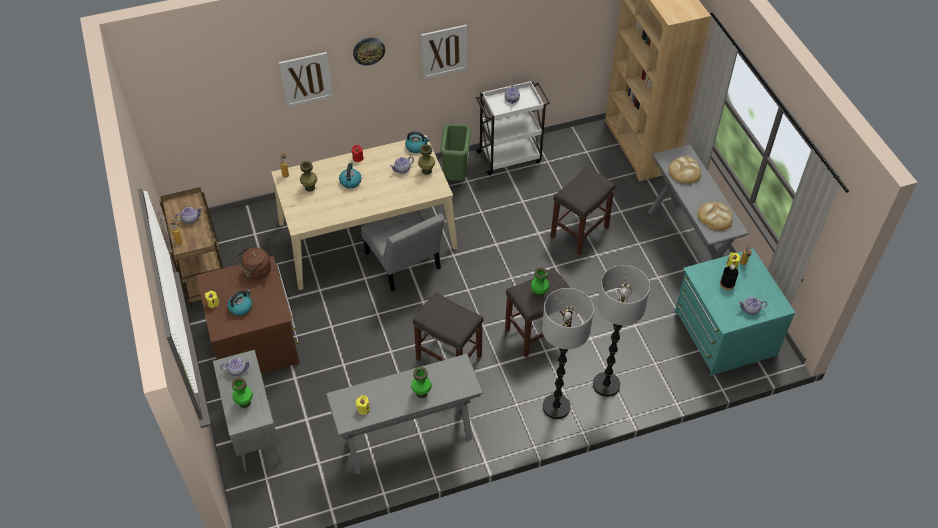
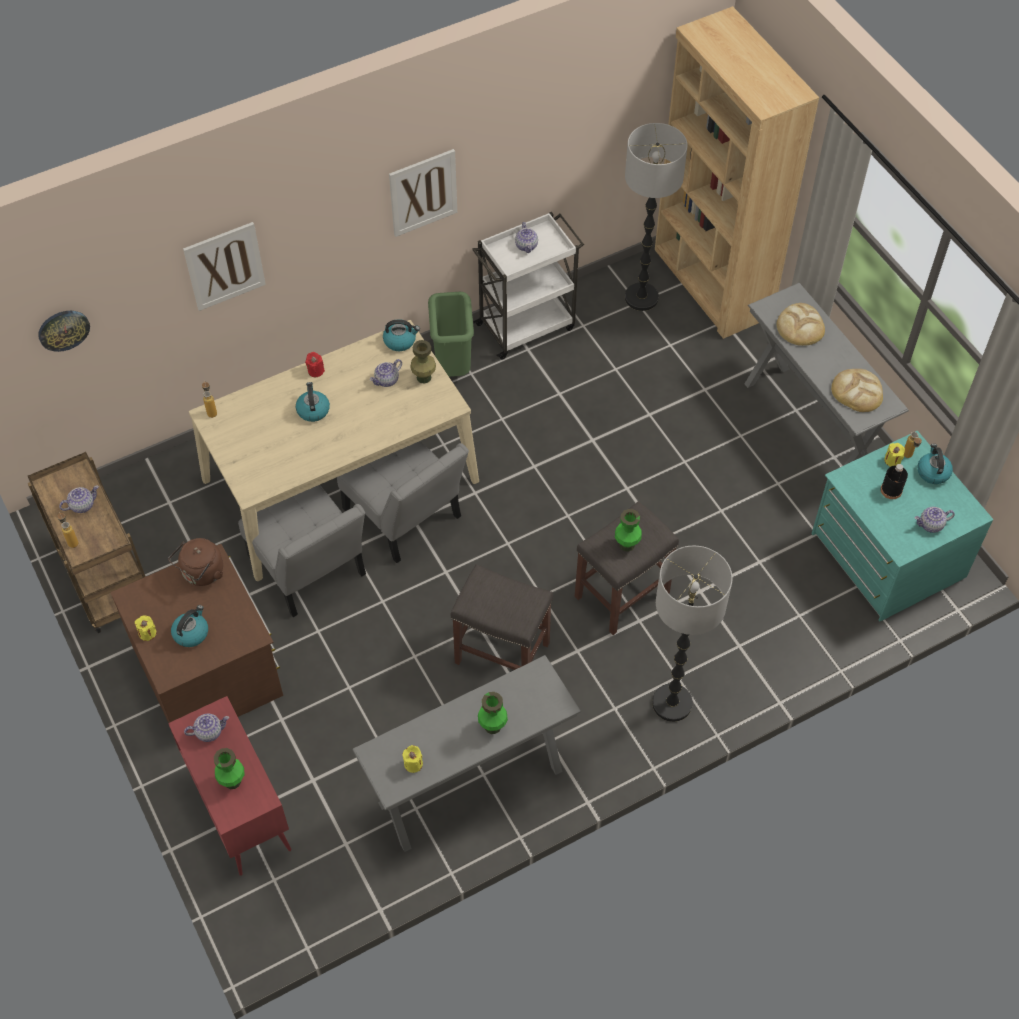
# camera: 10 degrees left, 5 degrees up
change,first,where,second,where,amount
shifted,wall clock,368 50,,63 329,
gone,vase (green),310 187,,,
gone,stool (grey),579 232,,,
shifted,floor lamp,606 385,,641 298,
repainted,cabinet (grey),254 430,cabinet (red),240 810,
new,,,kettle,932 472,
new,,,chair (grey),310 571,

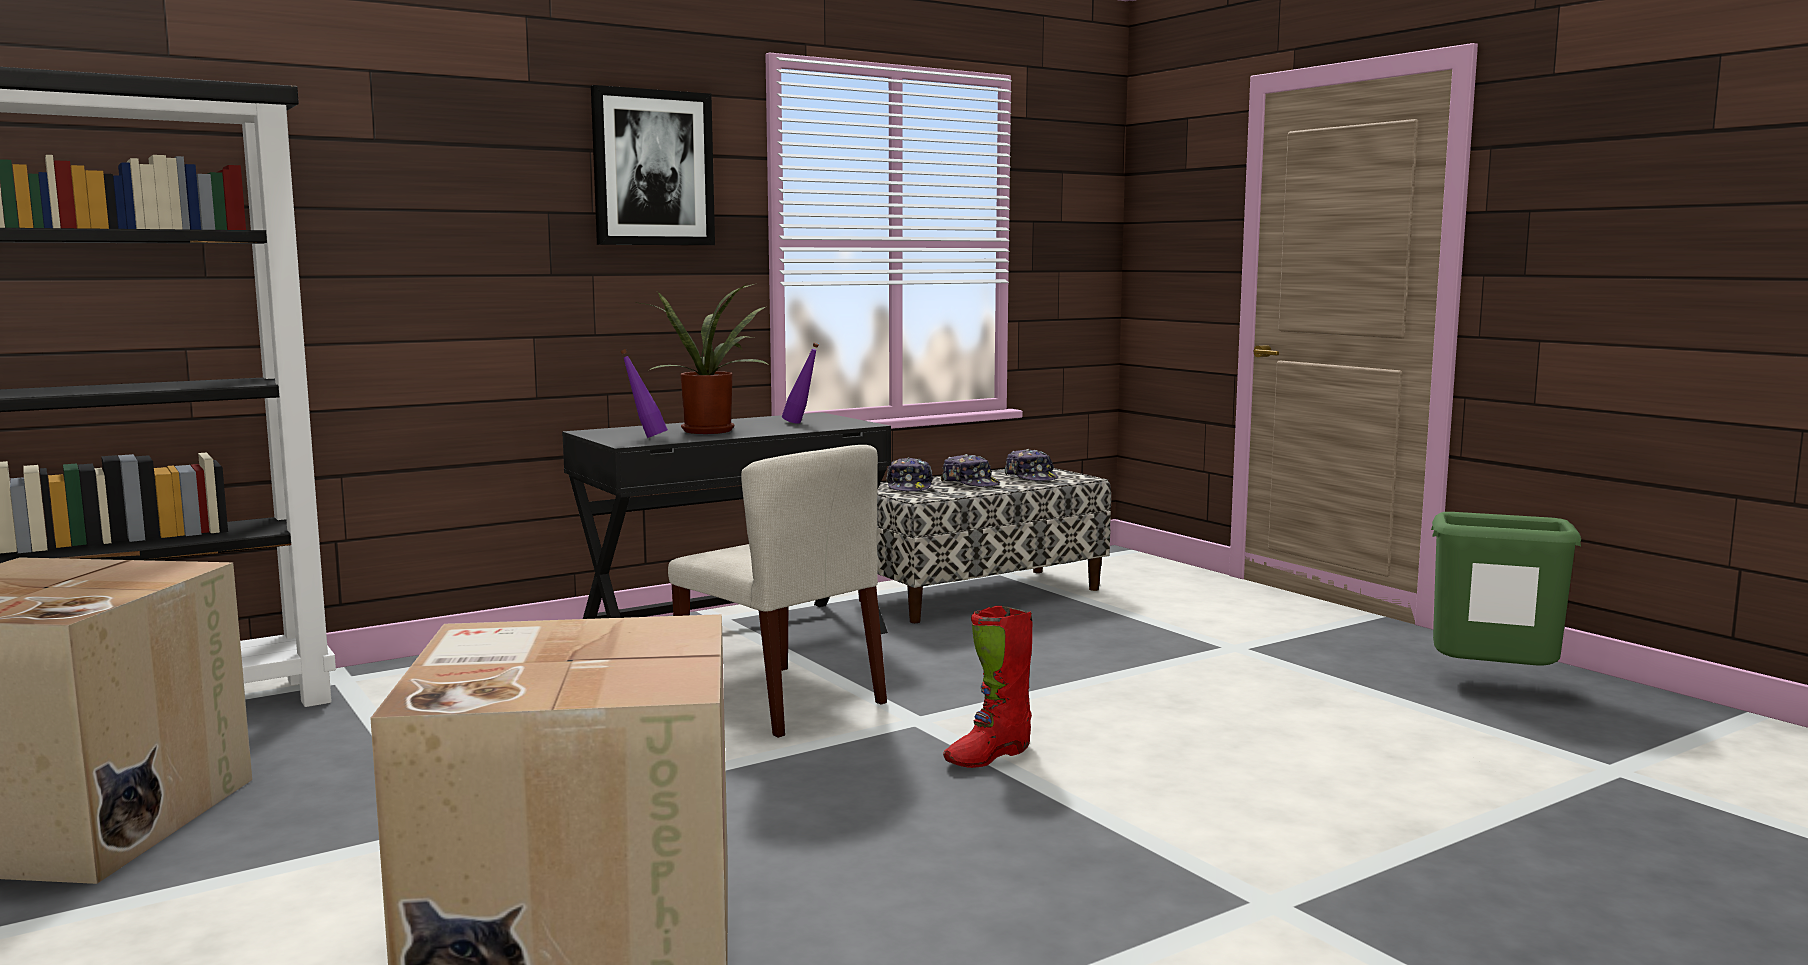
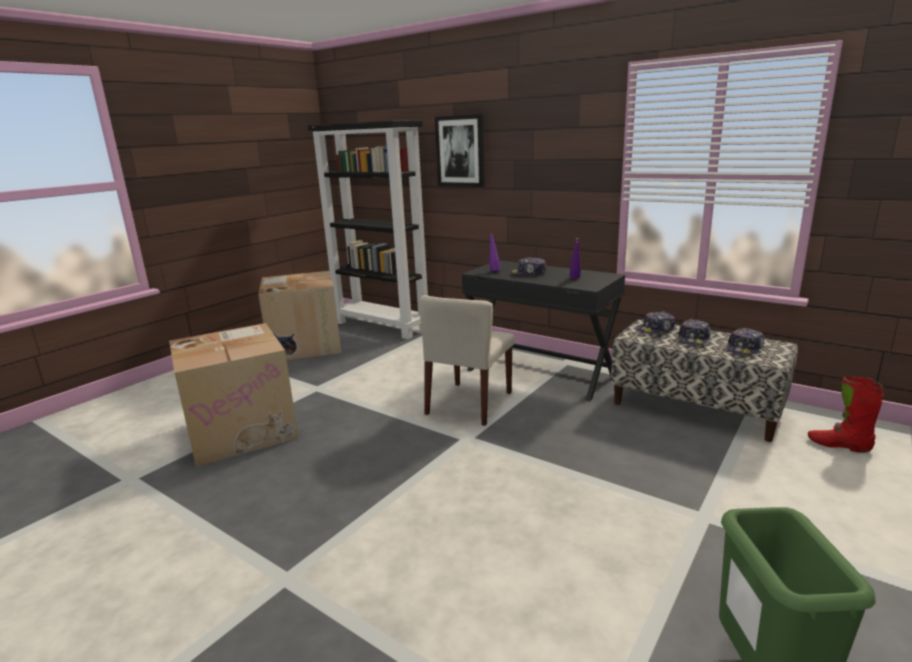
# camera: 70 degrees right, 10 degrees up
change,first,where,second,where,amount
shifted,picture,653 168,,460 151,
swapped,potted plant,710 430,cap,528 273,
shifted,boot (red),988 756,,838 445,

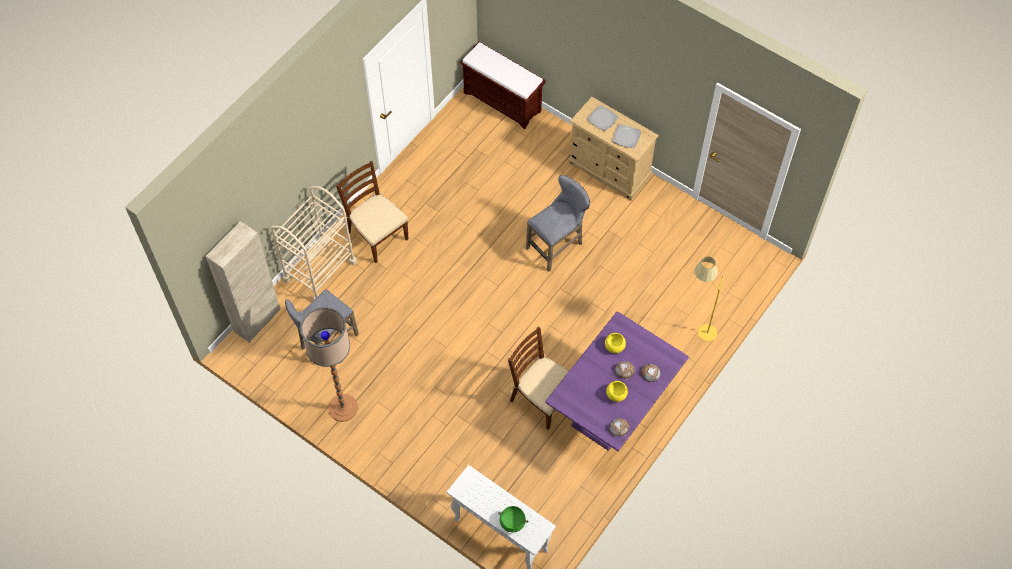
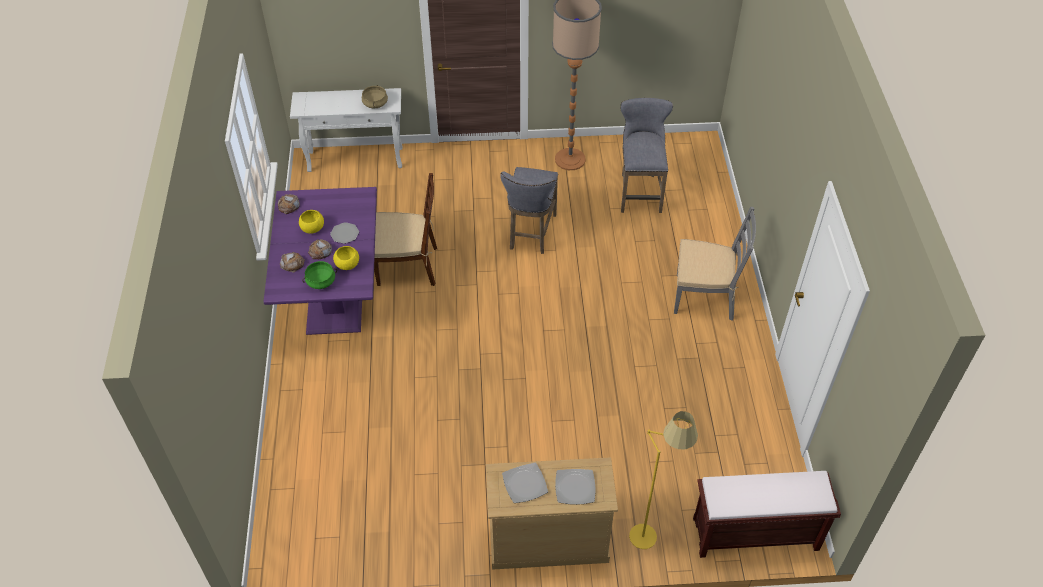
# camera: 140 degrees right, 10 degrees down
change,first,where,second,where,amount
repainted,chair (brown),377 235,chair (grey),705 296,
shifted,stool (grey),557 245,,530 234,
gone,cart (beige),320 270,,,
gone,cabinet (beige),257 320,,,
shifted,floor lamp (yellow),698 332,,652 529,
shifted,cooking pot (green),512 521,,321 281,
new,,,cooking pot (beige),375 103,
new,,,plate,344 233,

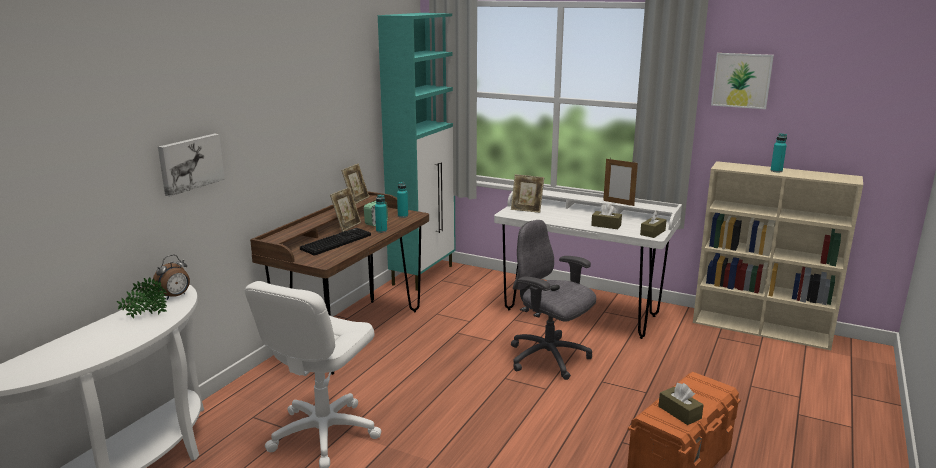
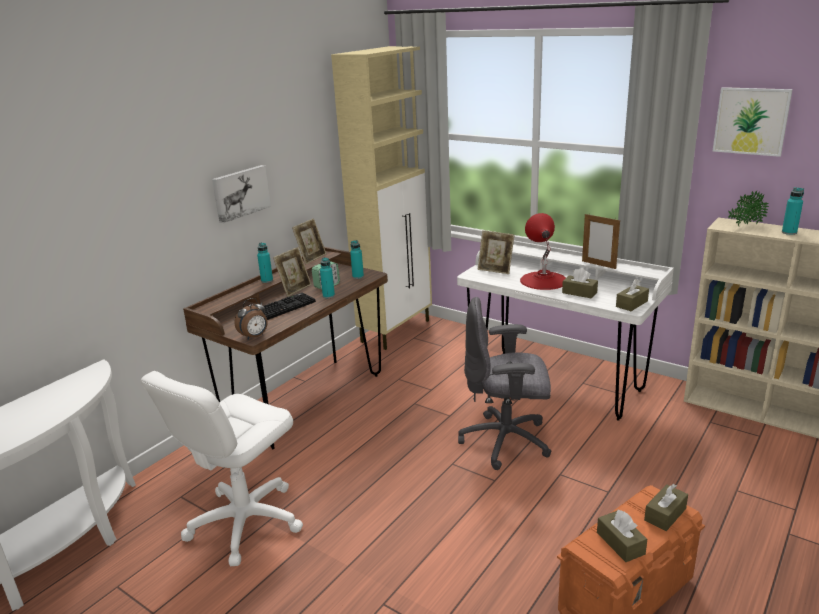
# camera: 10 degrees right, 5 degrees up
change,first,where,second,where,amount
repainted,cabinet (turquoise),423 275,cabinet (beige),396 331,
shifted,picture,190 163,,240 193,
rotated,office chair (grey),549 359,,507 441,45 degrees counterclockwise
shifted,alarm clock,175 296,,254 336,
shifted,potted plant,145 316,,744 225,
new,,,table lamp (red),543 280,
new,,,bottle (turquoise),267 280,
new,,,tissue box (brown),665 514,

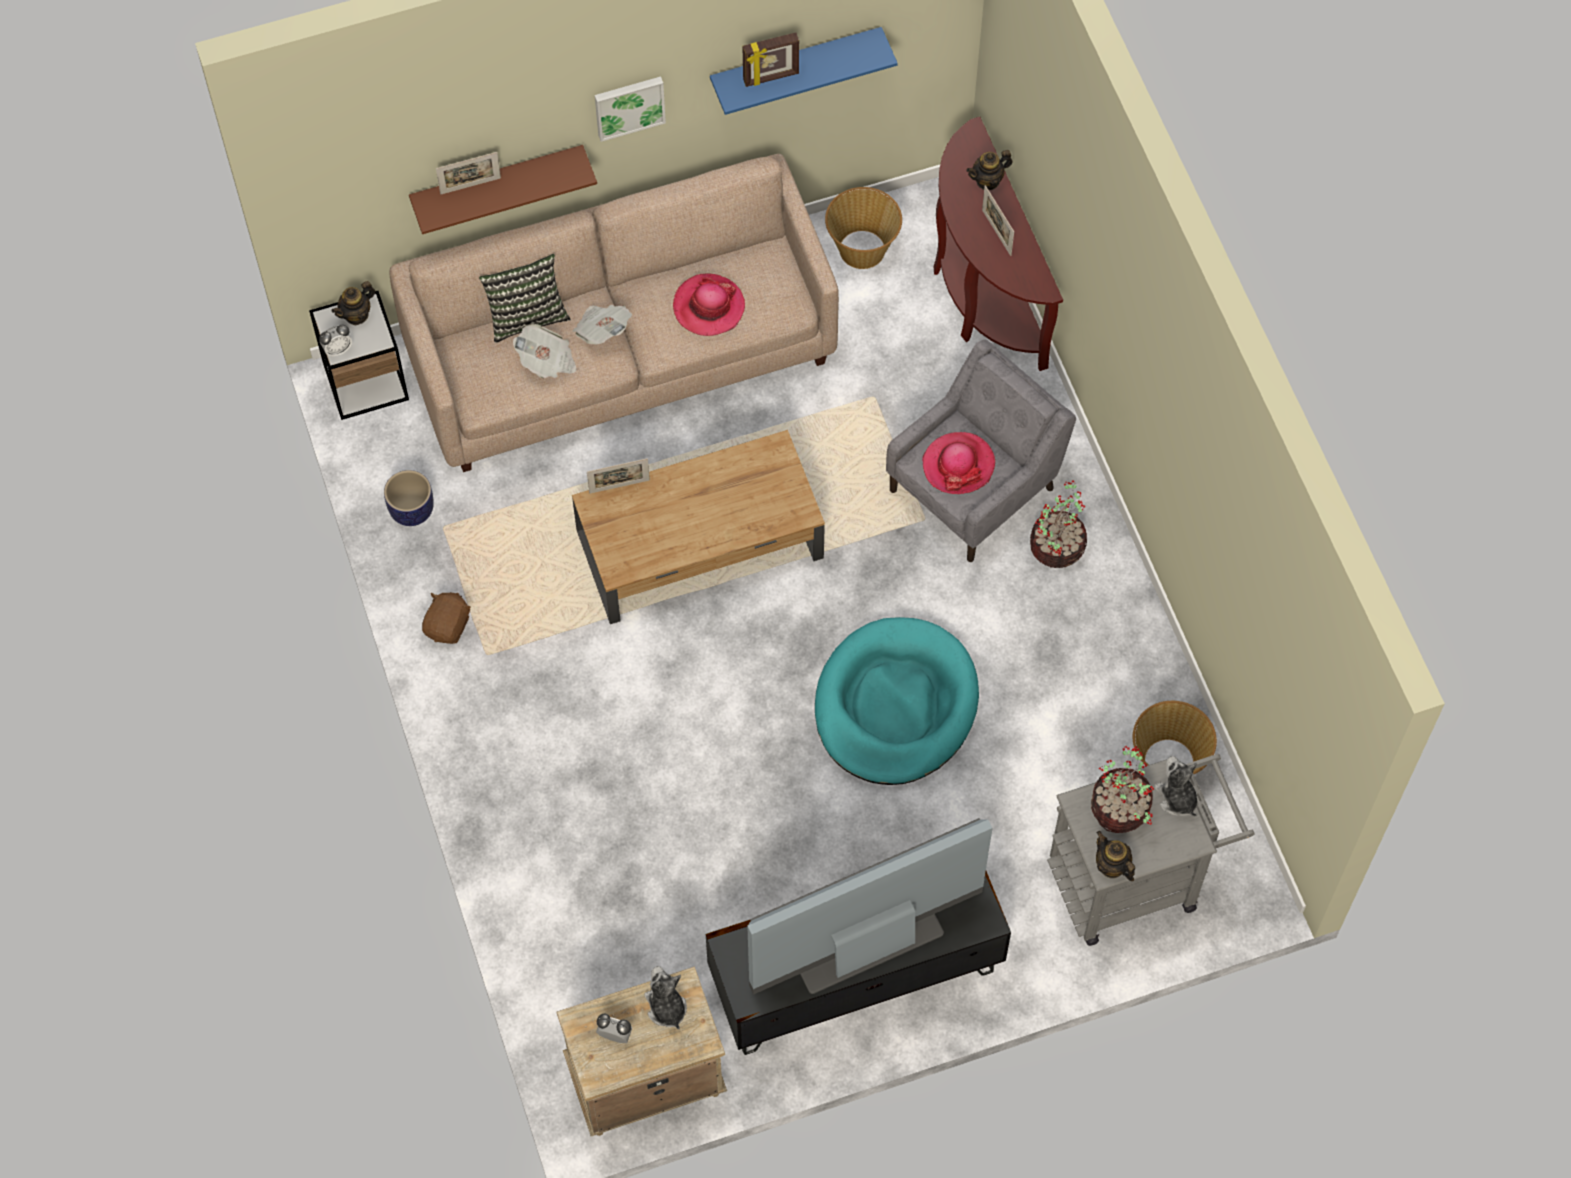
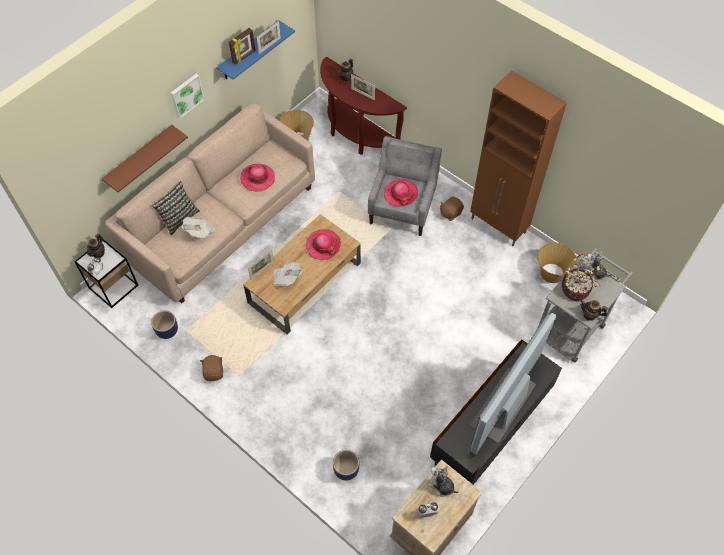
# camera: 30 degrees left, 5 degrees down
change,first,where,second,where,amount
shifted,picture frame,470 186,,269 46,
shifted,newspaper,602 330,,287 278,
swapped,potted plant,1057 545,plush toy (brown),450 213,
gone,dog bed (turquoise),895 705,,,
new,,,cabinet (brown),498 226,
new,,,hat,323 245,
new,,,planter,346 470,

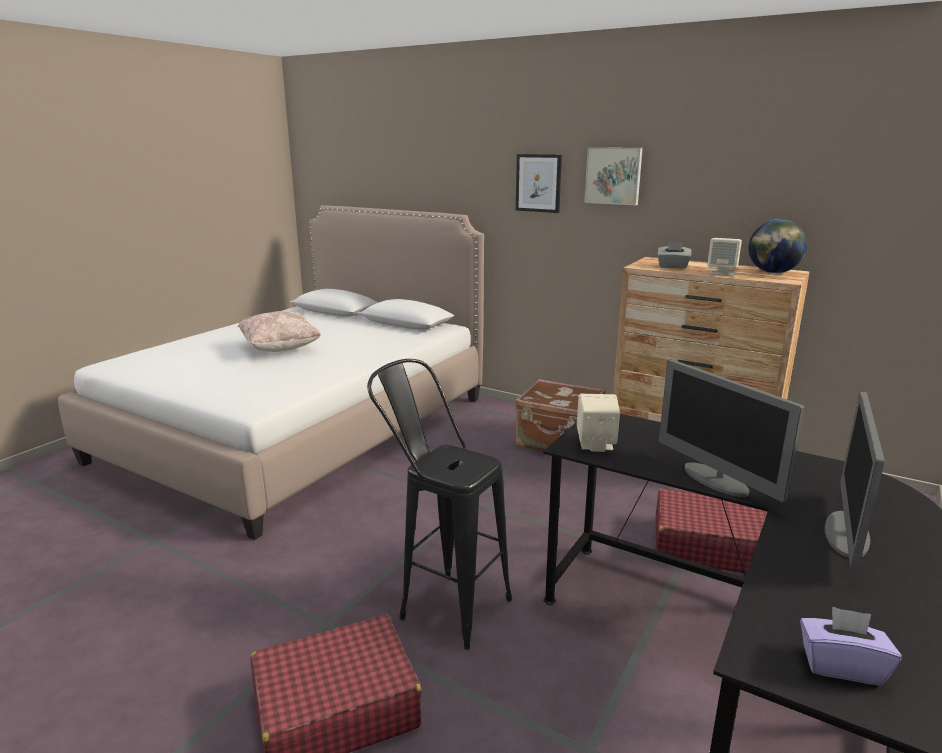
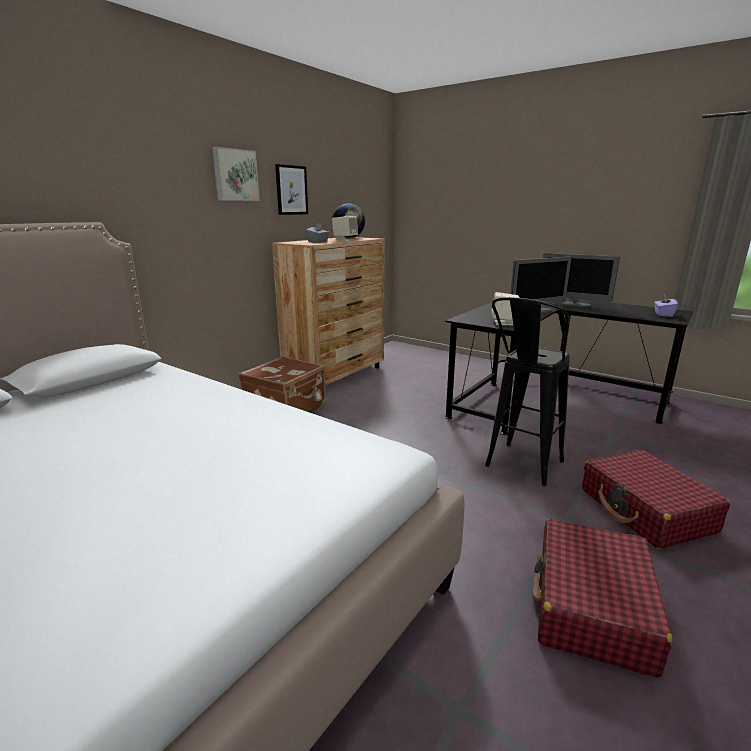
# camera: 85 degrees left, 0 degrees up
change,first,where,second,where,amount
shifted,picture,538 183,,291 190,
gone,pillow (beige),280 348,,,
shifted,suitcase (red),707 545,,591 607,

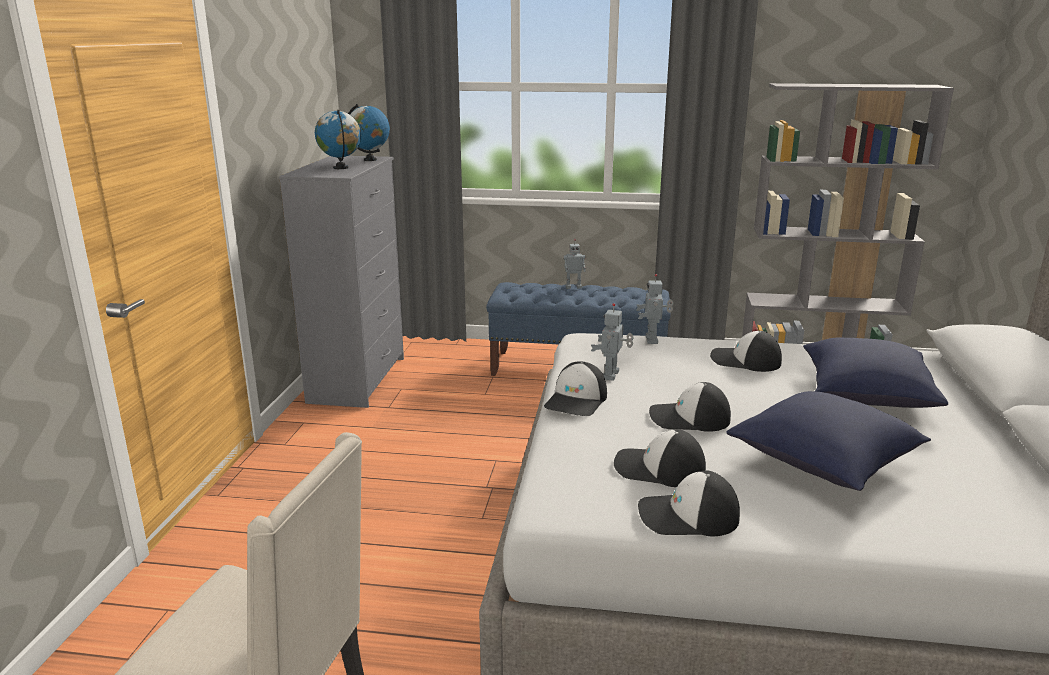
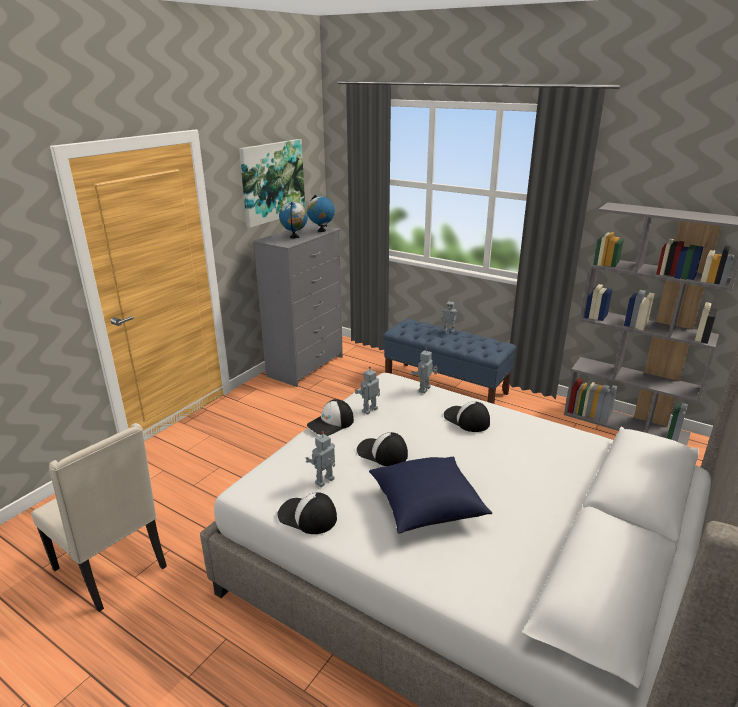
# camera: 25 degrees right, 5 degrees up
change,first,where,second,where,amount
gone,pillow (blue),865 395,,,
swapped,cap,658 468,toy robot,325 482,
new,,,picture,272 181,

